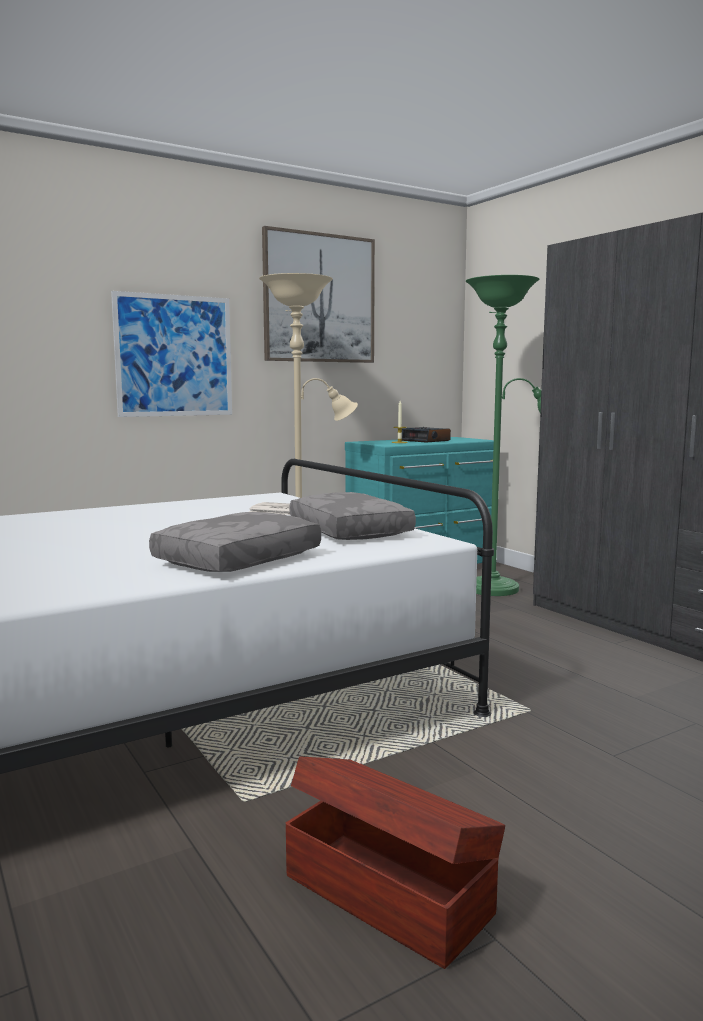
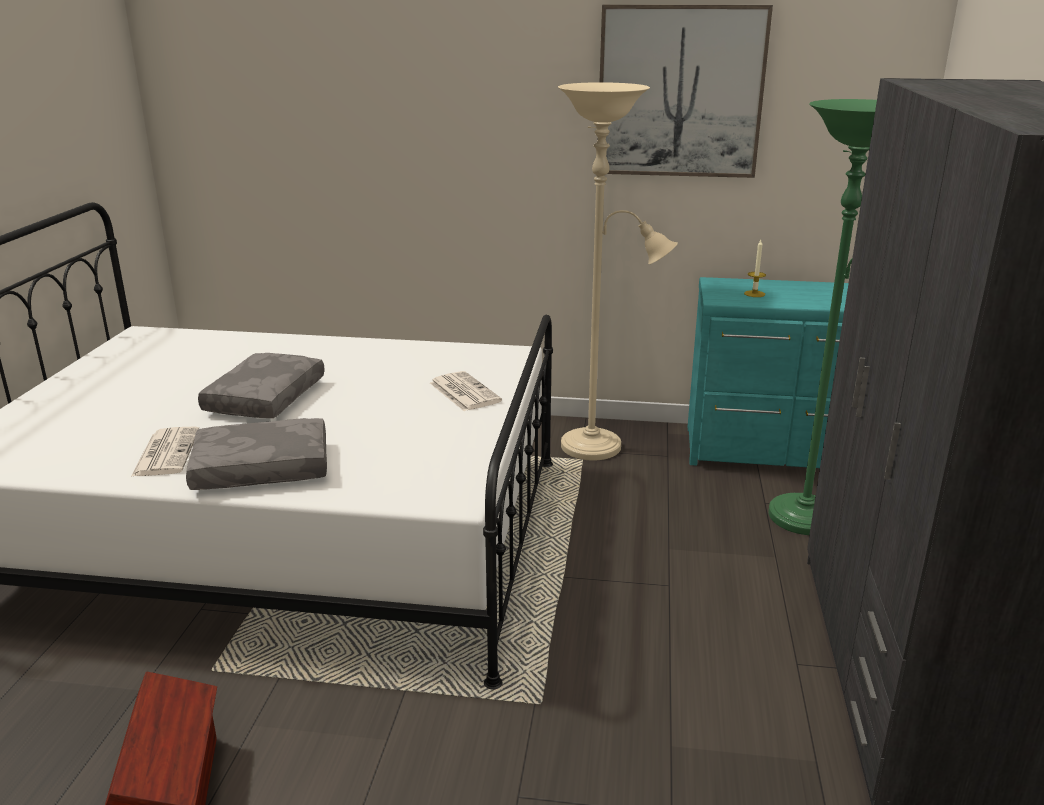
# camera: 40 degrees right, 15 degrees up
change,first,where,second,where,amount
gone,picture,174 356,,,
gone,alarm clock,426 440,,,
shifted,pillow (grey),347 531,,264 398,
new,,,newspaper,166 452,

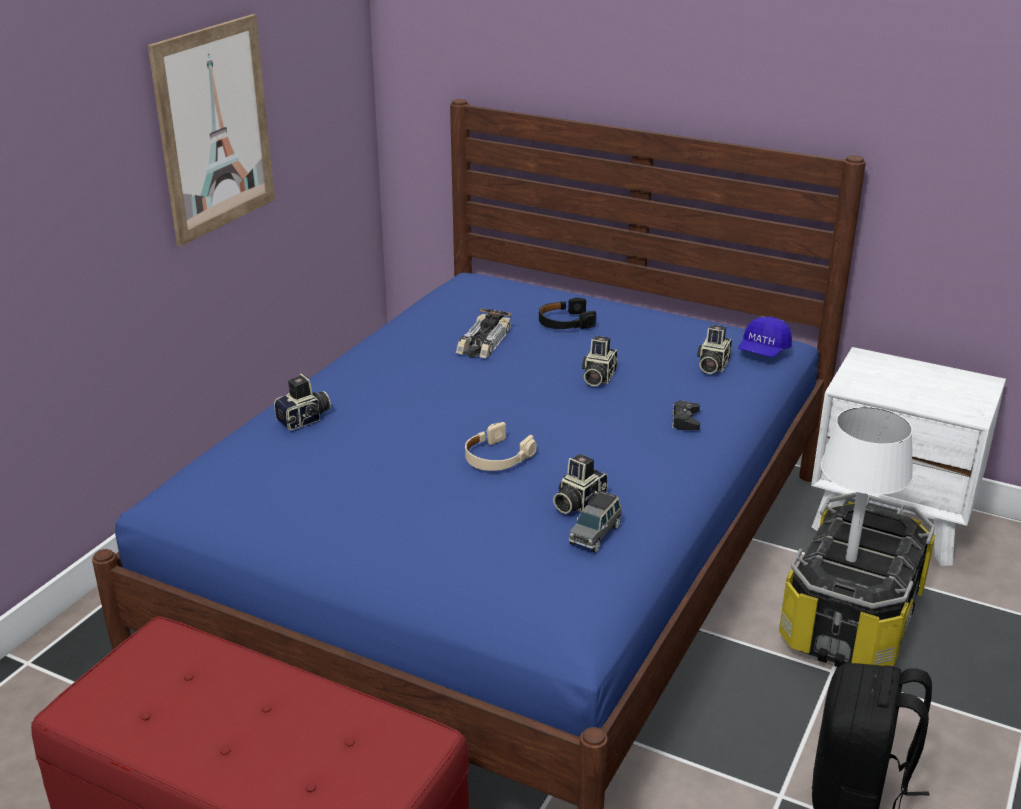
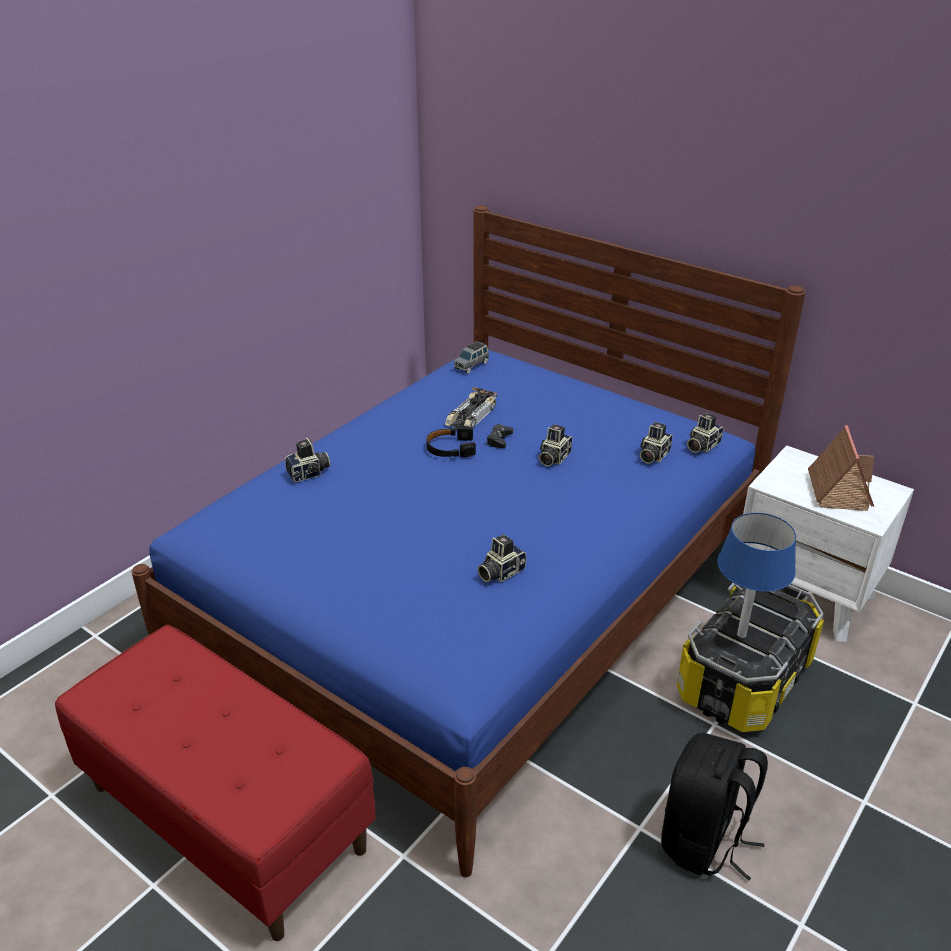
# camera: 10 degrees right, 5 degrees up
change,first,where,second,where,amount
gone,picture,214 128,,,
shifted,headphones (black),565 322,,450 448,
swapped,cap (blue),763 351,photo camera,701 445,
shifted,game controller (black),685 421,,499 440,
repainted,table lamp (white),851 559,table lamp (blue),741 635,
gone,headphones (beige),496 457,,,
shifted,toy car (grey),595 534,,472 365,
new,,,toy house,837 490,

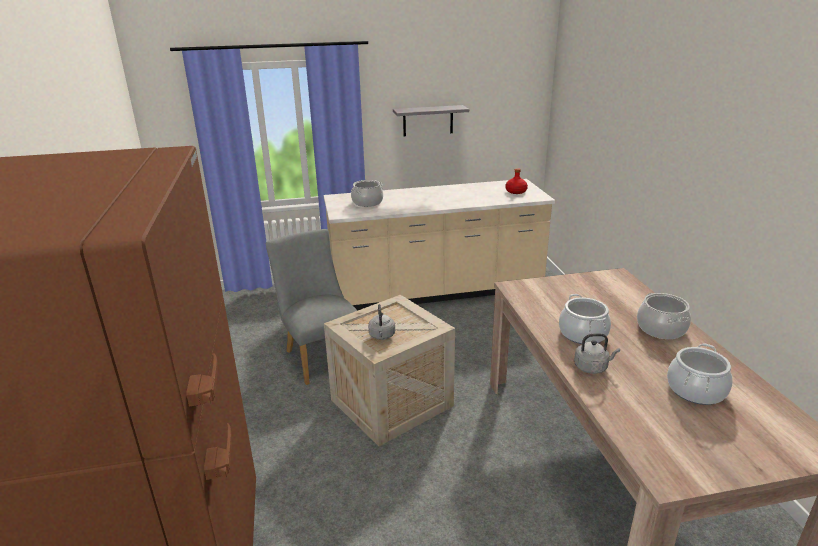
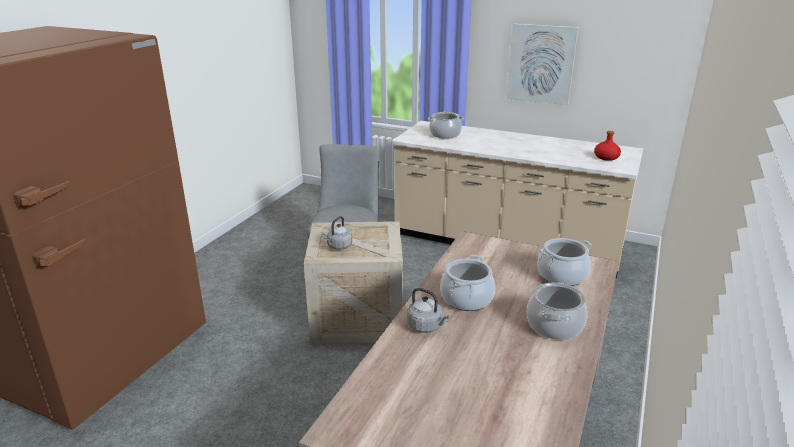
# camera: 35 degrees right, 0 degrees up
change,first,where,second,where,amount
swapped,shelf (grey),428 120,picture,541 64,
shifted,cooking pot,696 390,,562 276,

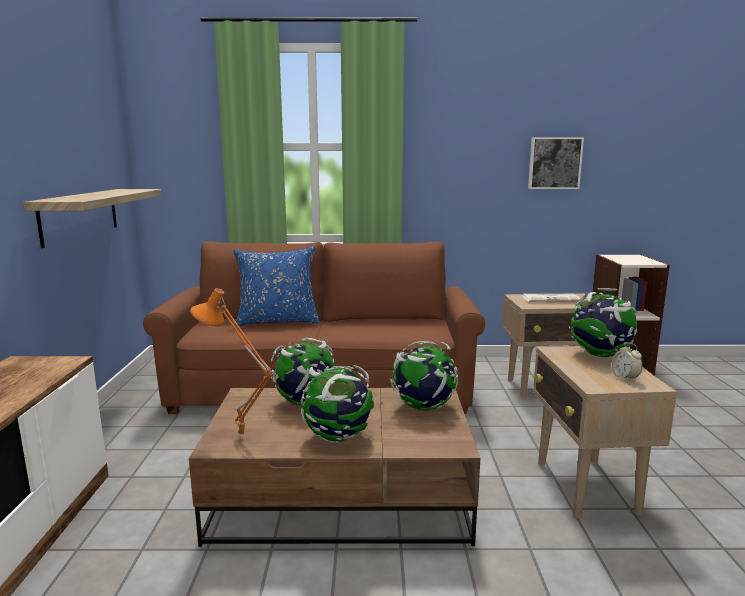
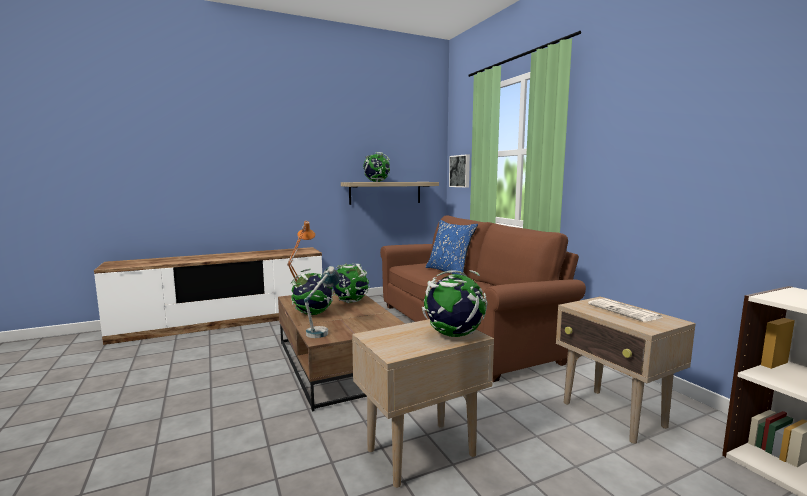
# camera: 65 degrees right, 5 degrees down
change,first,where,second,where,amount
shifted,picture,554 163,,460 171,
shifted,globe,423 407,,376 181,
gone,alarm clock,625 378,,,
new,,,table lamp,322 330,

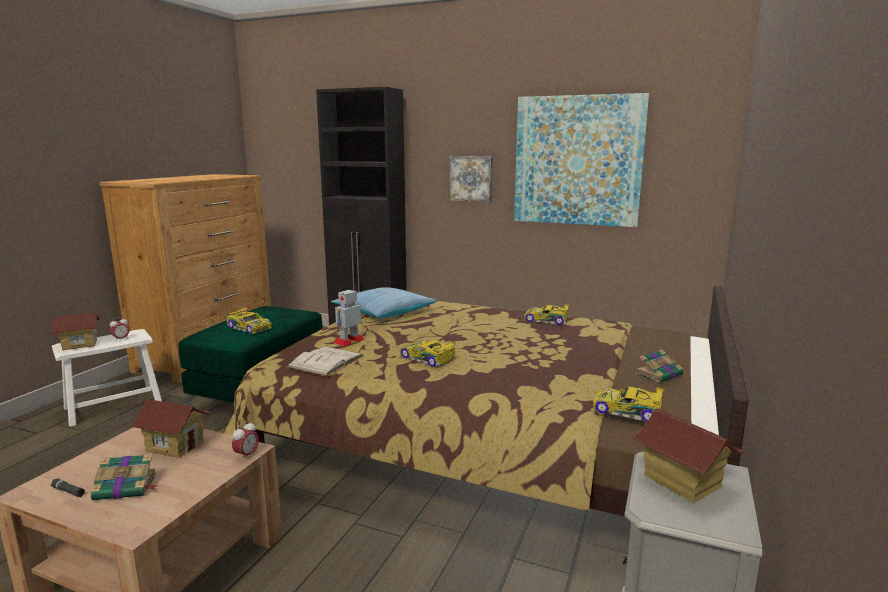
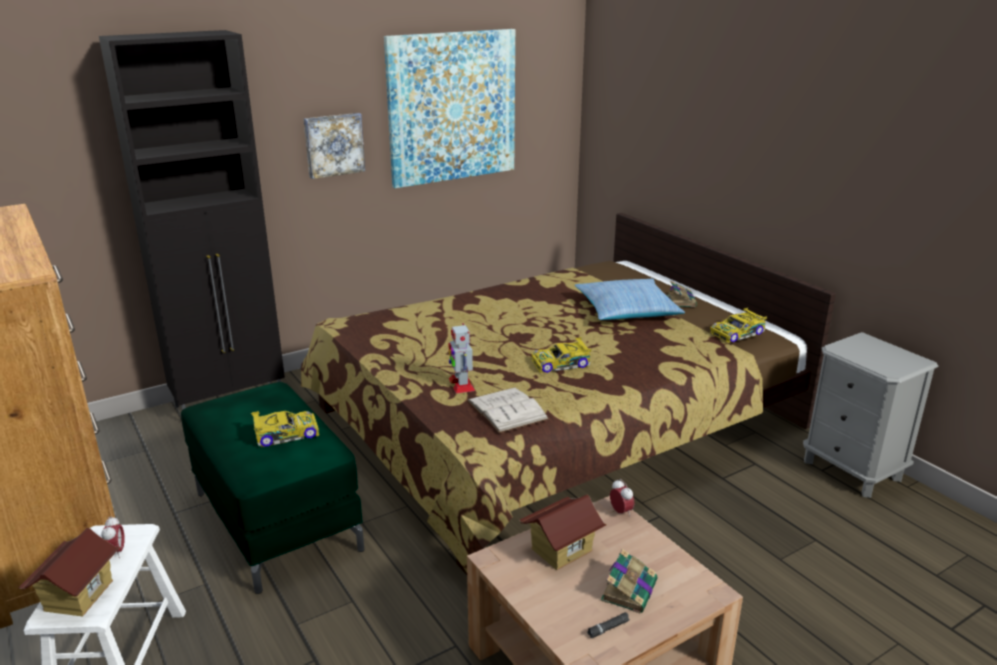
# camera: 55 degrees left, 10 degrees up
change,first,where,second,where,amount
shifted,pillow,384 311,,626 310,
gone,toy car,547 320,,,
gone,toy house,681 482,,,

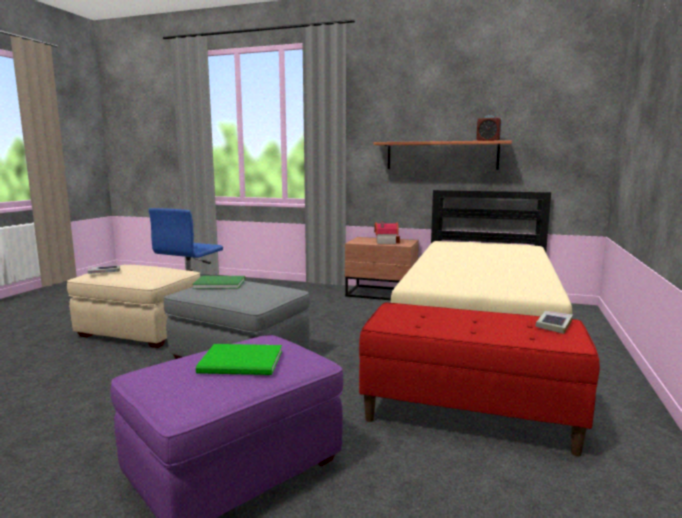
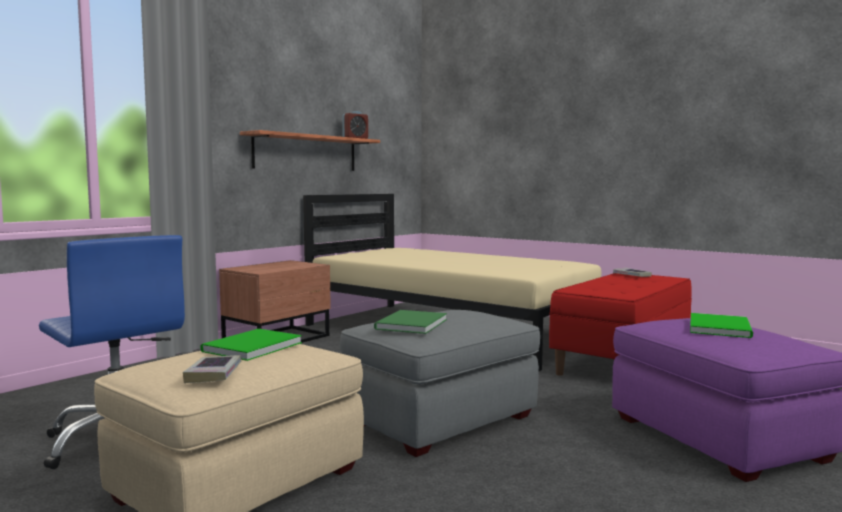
# camera: 70 degrees left, 5 degrees down
change,first,where,second,where,amount
gone,toy house,385 242,,,
new,,,book (green),249 347,

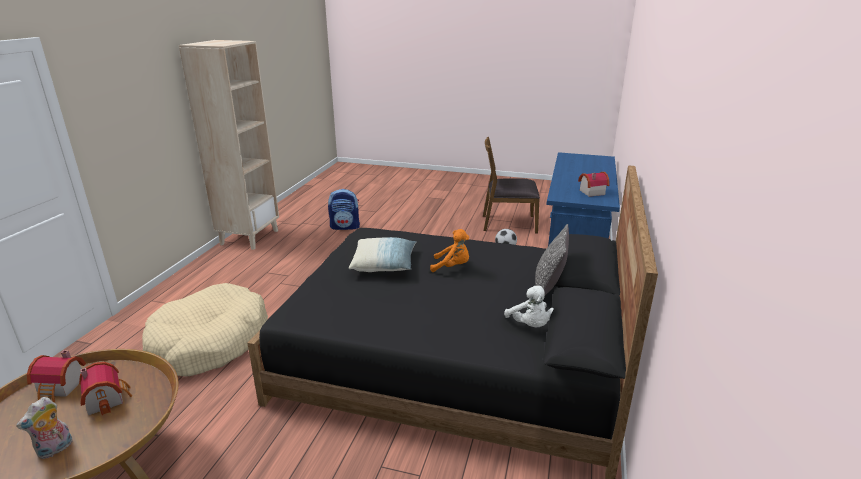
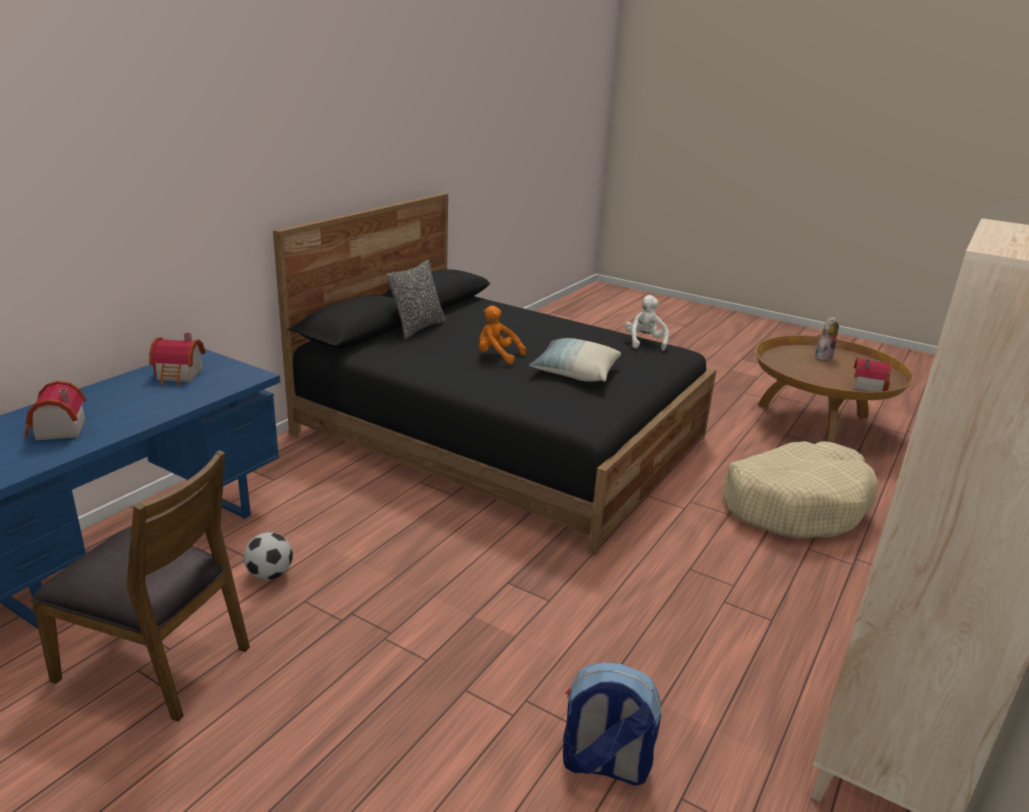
# camera: 165 degrees left, 0 degrees up
change,first,where,second,where,amount
shifted,plush toy (white),530 326,,644 342,
shifted,toy house,107 398,,57 431,

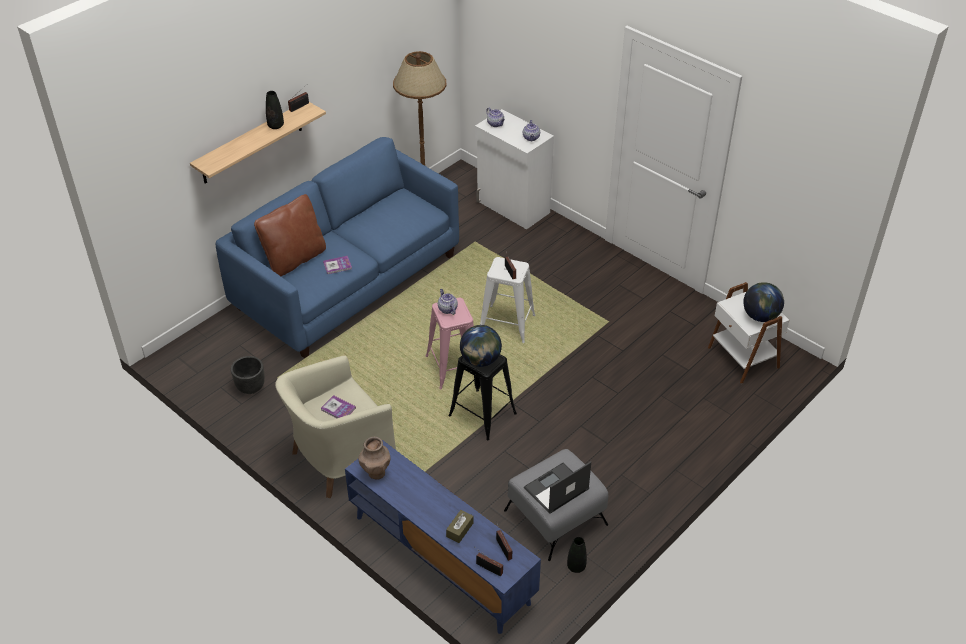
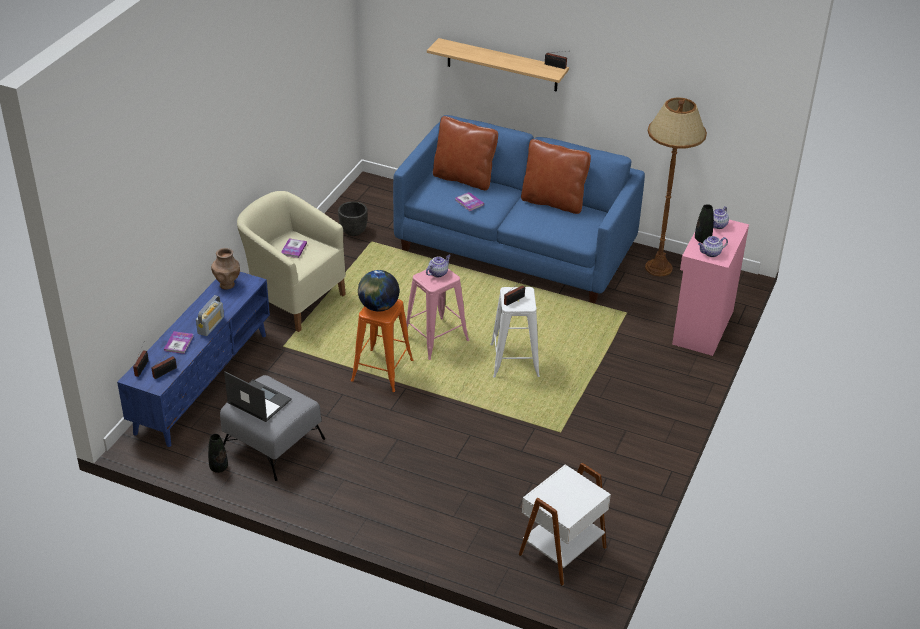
# camera: 70 degrees right, 5 degrees down
change,first,where,second,where,amount
shifted,vase (black),276 126,,702 239,
repainted,cabinet (white),513 207,cabinet (pink),701 327,
gone,globe,760 316,,,
repainted,stool (black),482 414,stool (orange),382 370,
swapped,tissue box (brown),460 530,book,179 343,
new,,,pillow (brown),553 202,
new,,,radio,211 325,

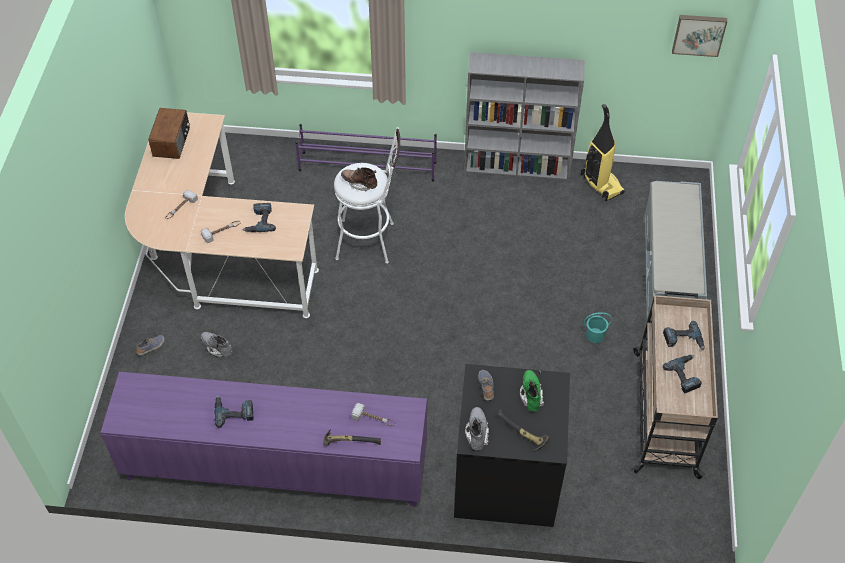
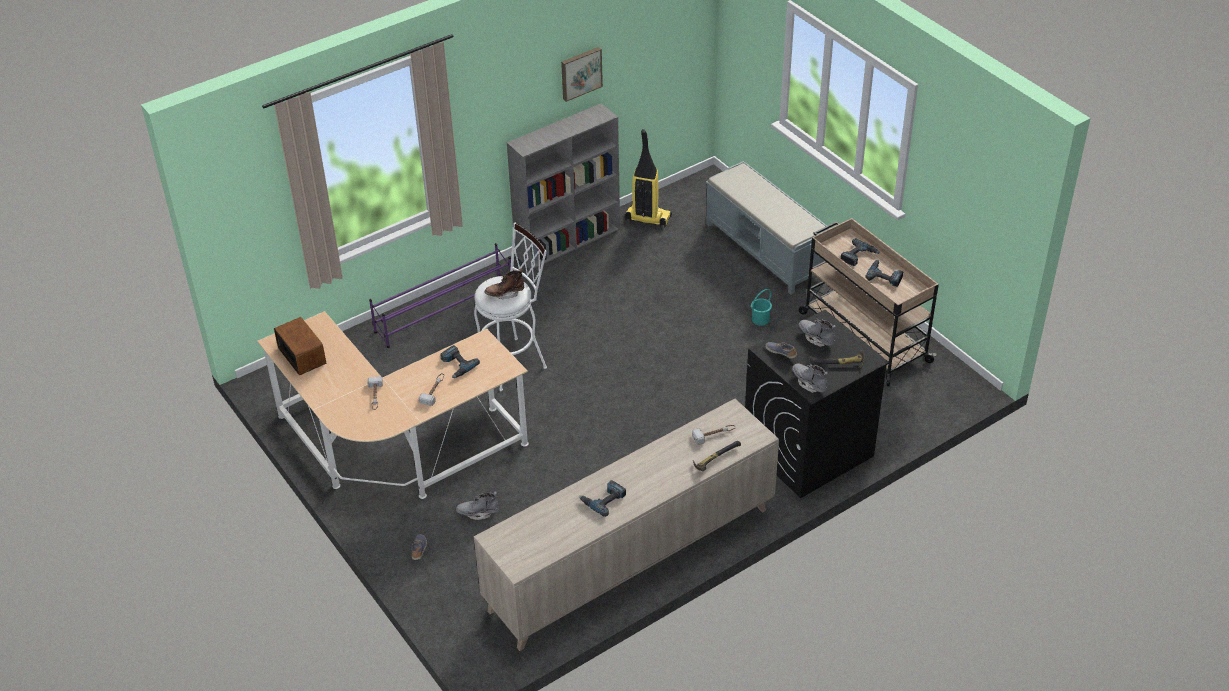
# camera: 40 degrees left, 10 degrees down
change,first,where,second,where,amount
shifted,picture,699 34,,580 73,
repainted,boot (green),531 395,boot (grey),816 338,
repainted,cabinet (purple),276 468,cabinet (beige),631 559,

